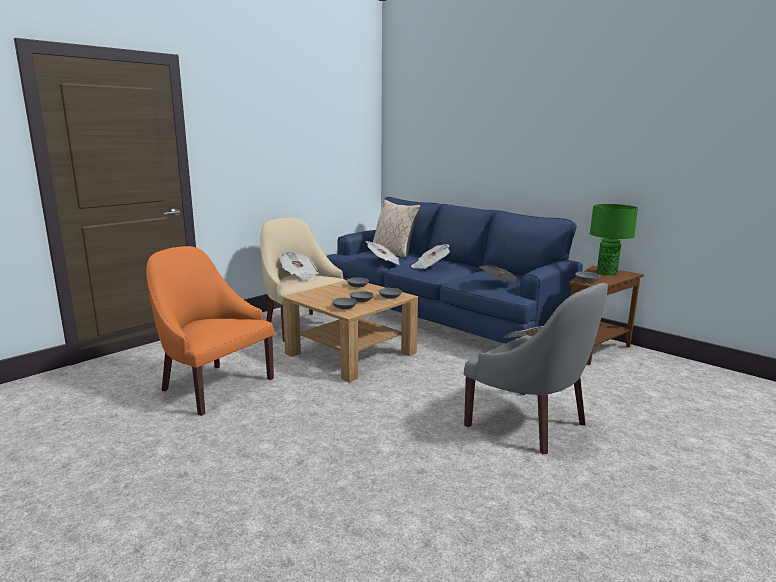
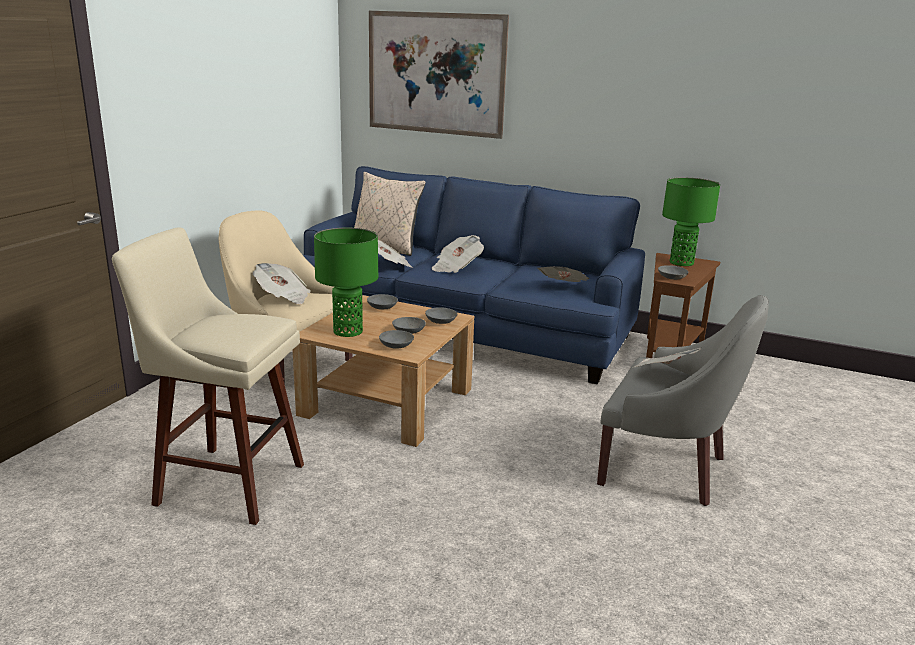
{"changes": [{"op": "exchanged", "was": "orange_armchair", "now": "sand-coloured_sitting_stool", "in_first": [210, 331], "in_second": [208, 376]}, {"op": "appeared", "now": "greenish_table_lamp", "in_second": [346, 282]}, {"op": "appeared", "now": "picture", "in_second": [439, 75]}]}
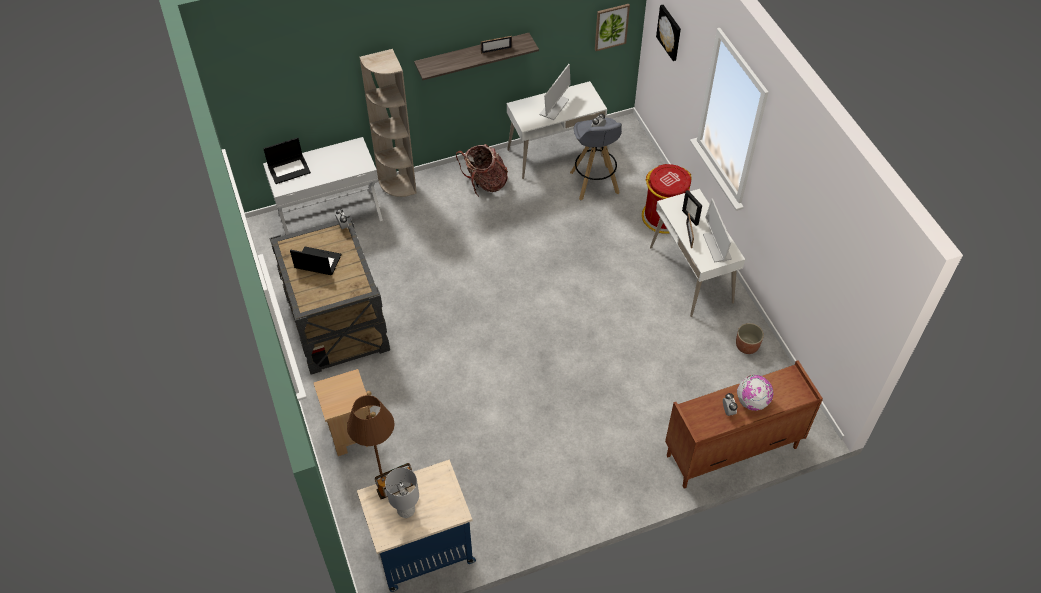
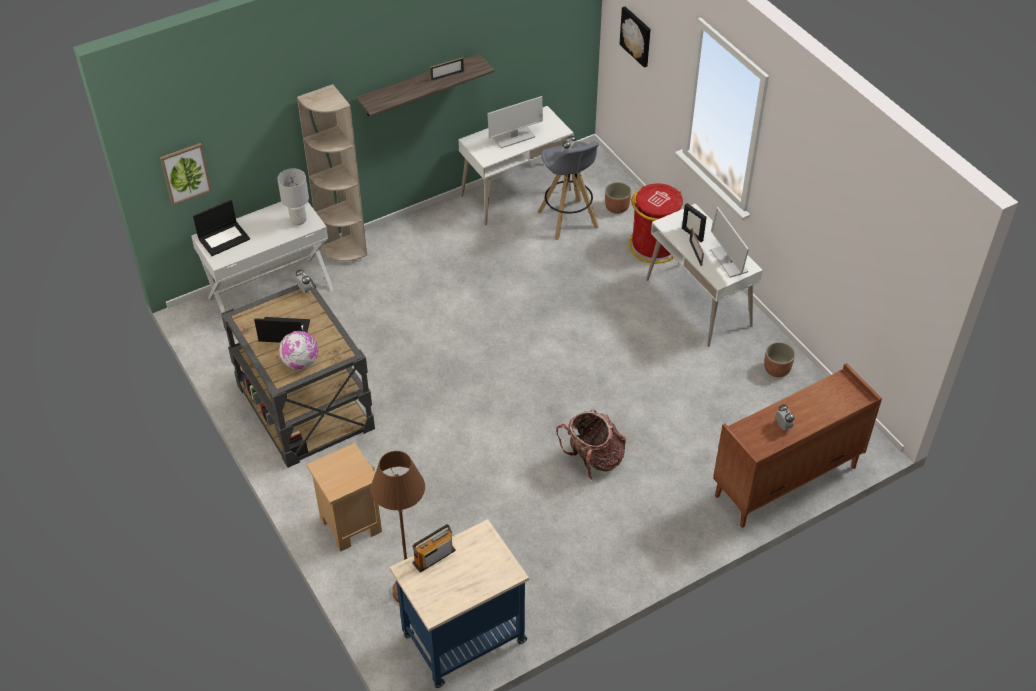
{"changes": [{"op": "relocated", "was": "picture", "in_first": [612, 27], "in_second": [186, 174]}, {"op": "relocated", "was": "greyish_table_lamp", "in_first": [402, 493], "in_second": [293, 197]}, {"op": "relocated", "was": "world_globe", "in_first": [755, 393], "in_second": [298, 350]}, {"op": "spun", "was": "computer_screen", "in_first": [555, 92], "in_second": [515, 122], "clockwise": 45}, {"op": "relocated", "was": "backpack", "in_first": [482, 170], "in_second": [591, 445]}, {"op": "appeared", "now": "flower_pot", "in_second": [618, 198]}]}
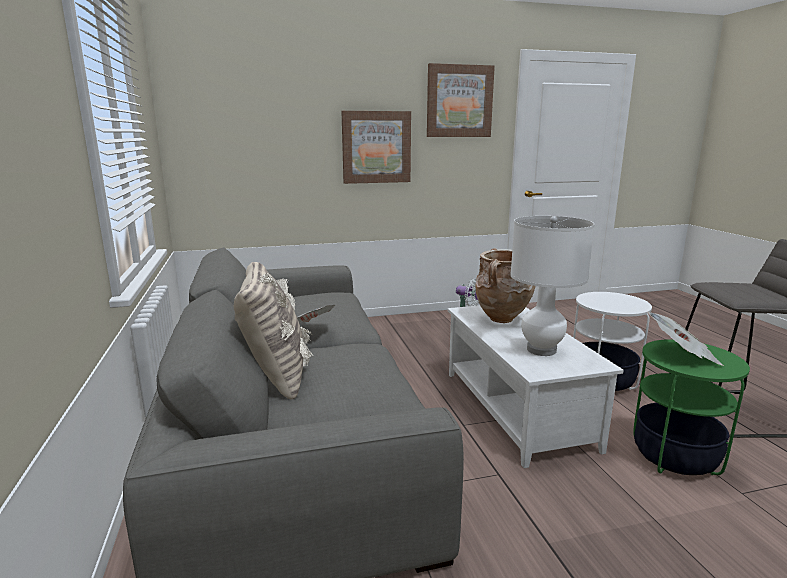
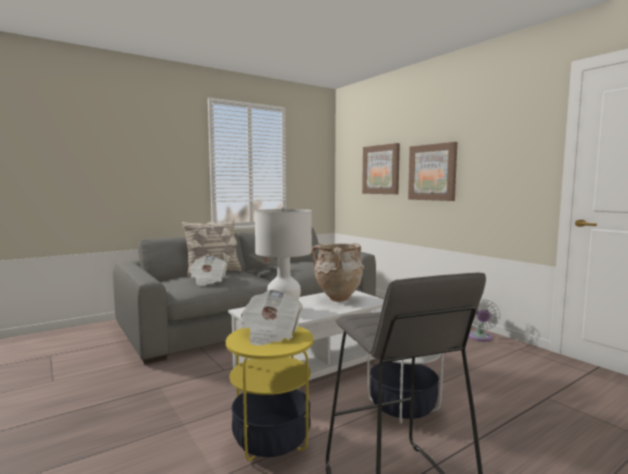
{"changes": [{"op": "appeared", "now": "newspaper", "in_second": [208, 270]}, {"op": "colour", "was": "greenish_end_table", "now": "yellow_end_table", "in_first": [691, 407], "in_second": [270, 393]}, {"op": "relocated", "was": "picture", "in_first": [461, 100], "in_second": [381, 168]}]}
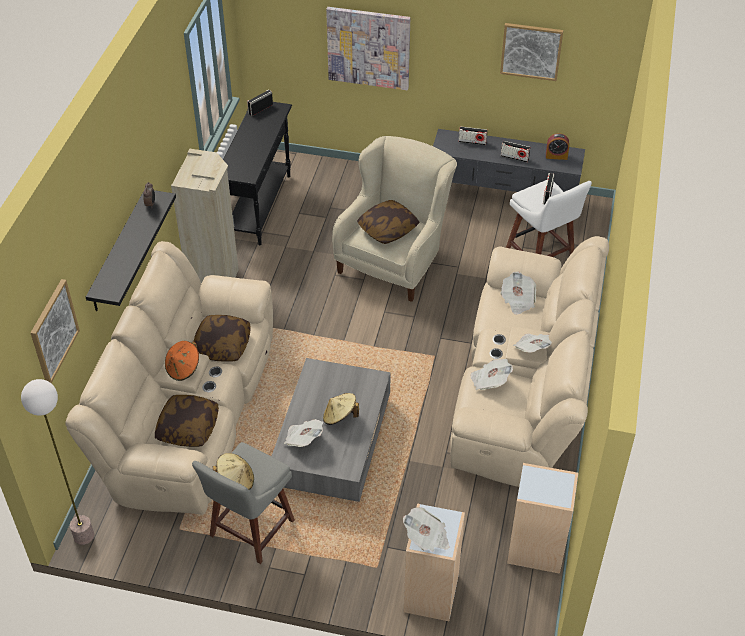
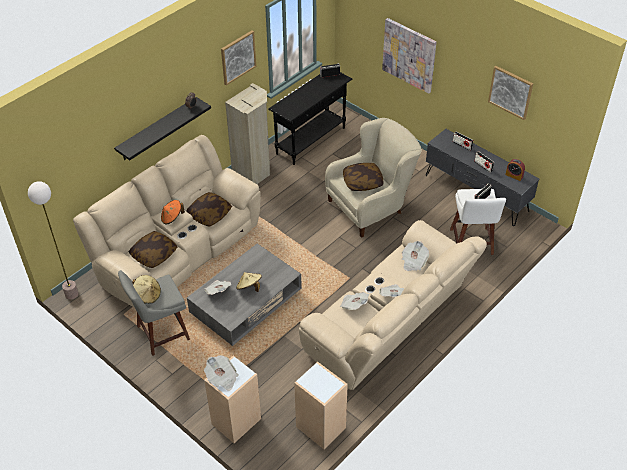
{"changes": [{"op": "relocated", "was": "picture", "in_first": [55, 331], "in_second": [238, 57]}]}
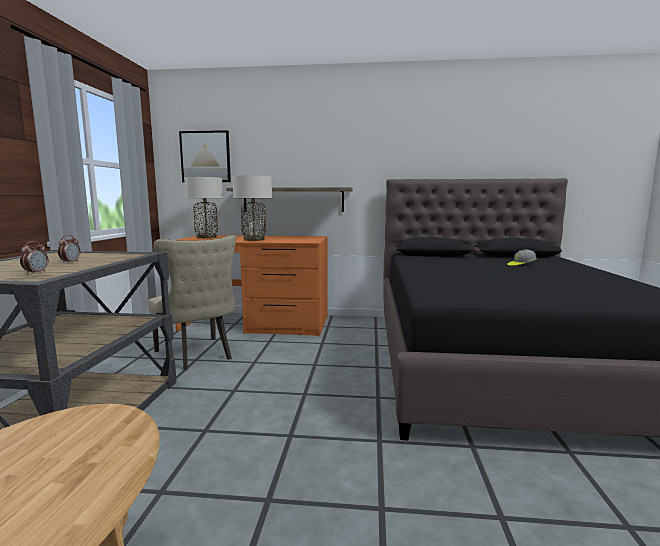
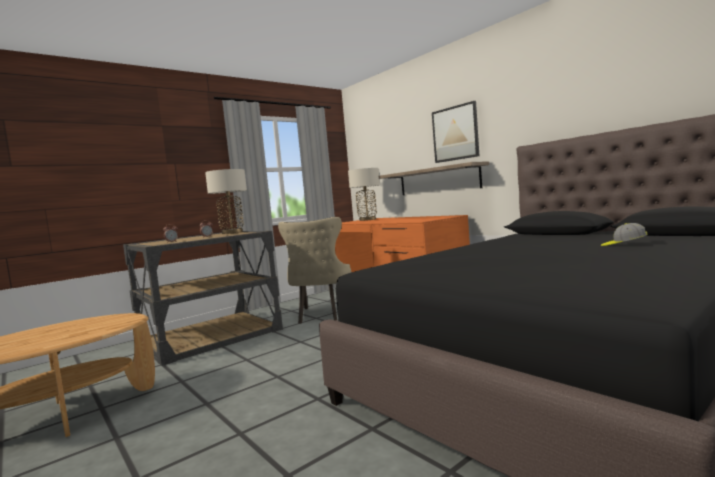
{"changes": [{"op": "relocated", "was": "table_lamp", "in_first": [252, 208], "in_second": [226, 201]}, {"op": "relocated", "was": "picture", "in_first": [205, 156], "in_second": [455, 132]}]}
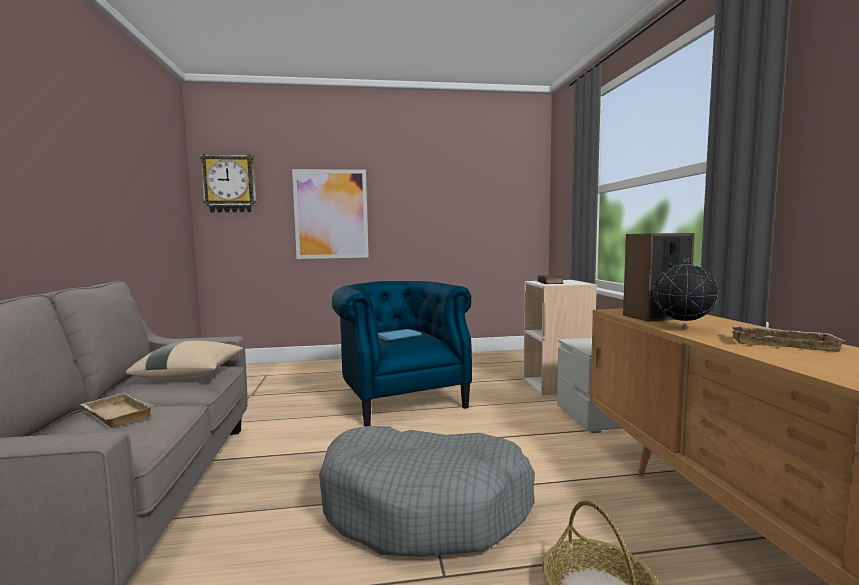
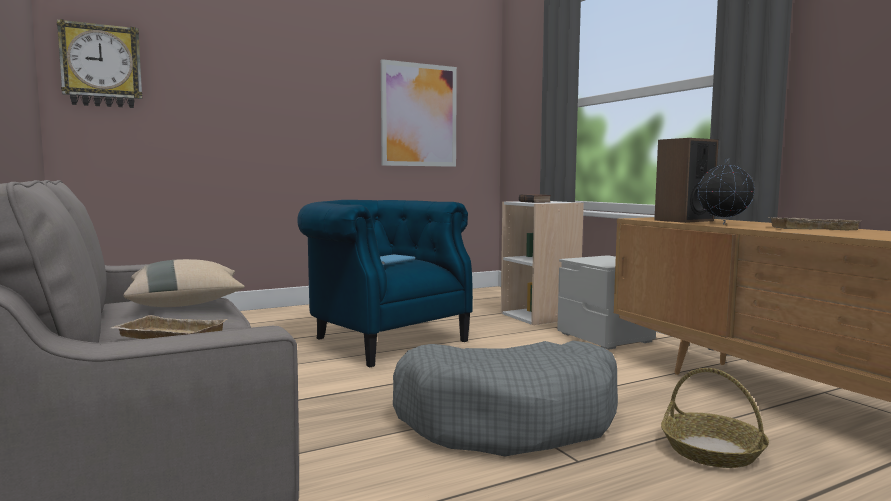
{"changes": [{"op": "relocated", "was": "picture", "in_first": [330, 214], "in_second": [419, 113]}]}
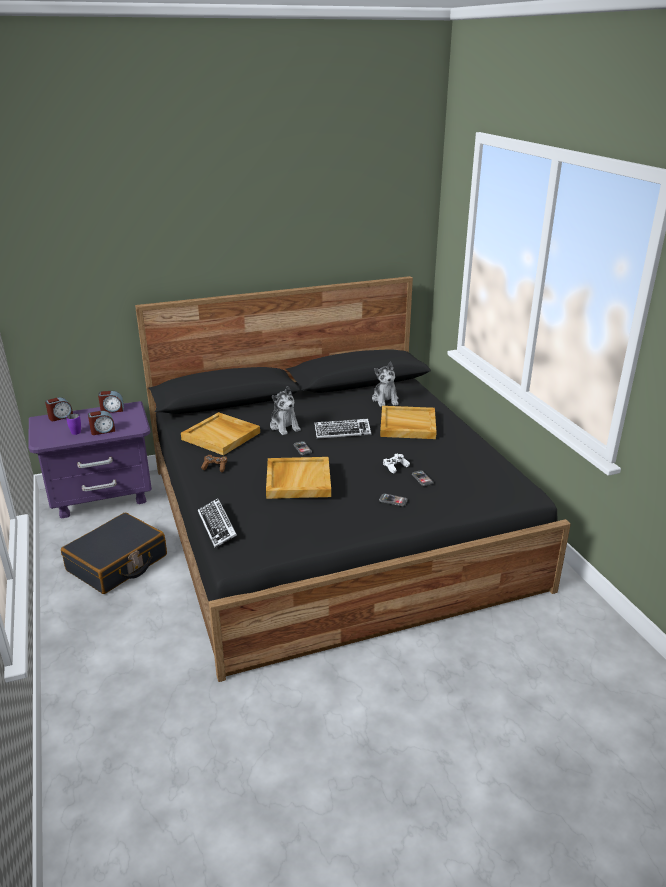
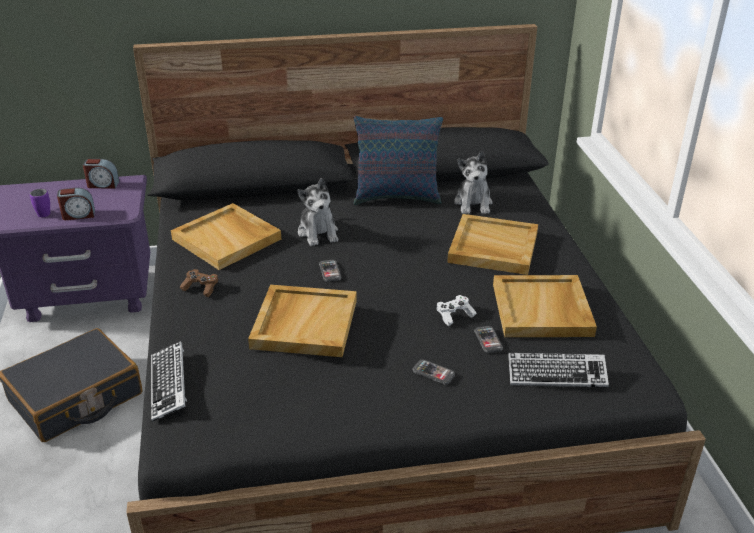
{"changes": [{"op": "appeared", "now": "bluish_pillow", "in_second": [398, 160]}, {"op": "appeared", "now": "sand-coloured_serving_tray", "in_second": [545, 306]}, {"op": "relocated", "was": "computer_keyboard", "in_first": [342, 429], "in_second": [558, 370]}, {"op": "missing", "was": "alarm_clock", "in_first": [59, 409]}]}
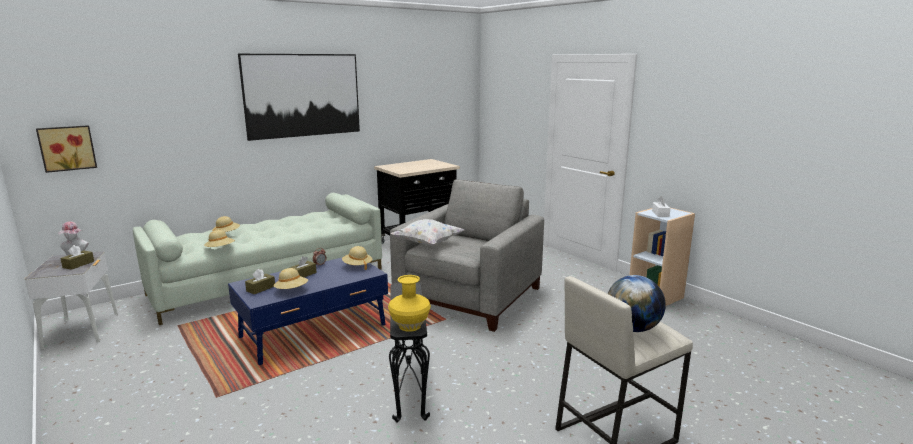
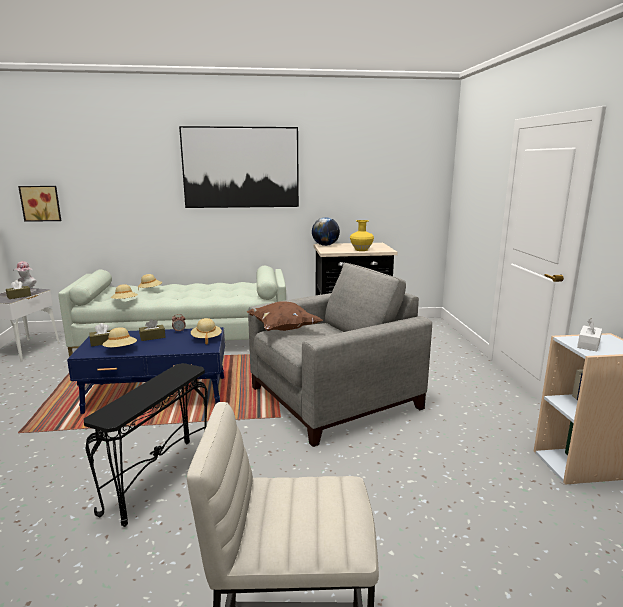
{"changes": [{"op": "colour", "was": "white-coloured_pillow", "now": "brown_pillow", "in_first": [427, 232], "in_second": [285, 316]}, {"op": "relocated", "was": "world_globe", "in_first": [637, 303], "in_second": [326, 231]}, {"op": "relocated", "was": "yellow_flower_vase", "in_first": [409, 303], "in_second": [362, 235]}]}
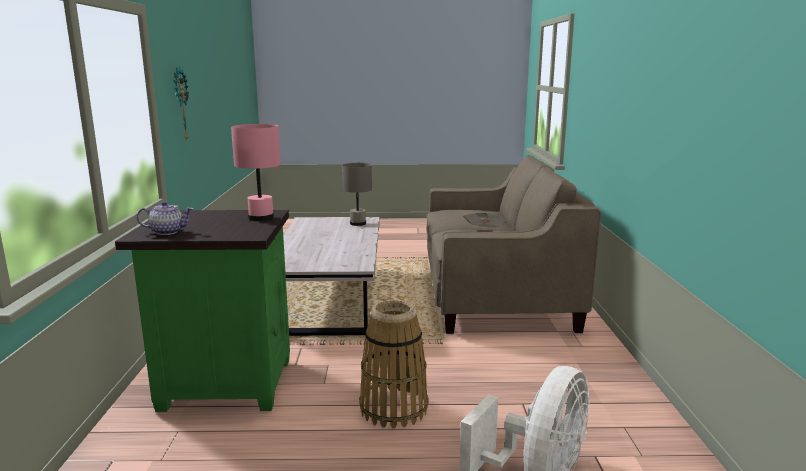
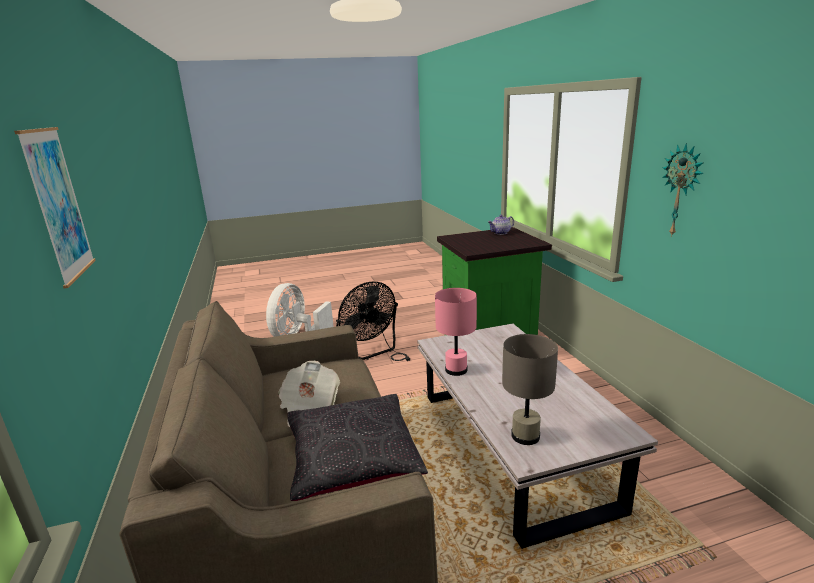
{"changes": [{"op": "appeared", "now": "picture", "in_second": [55, 207]}, {"op": "appeared", "now": "black-coloured_pillow", "in_second": [357, 447]}, {"op": "exchanged", "was": "basket", "now": "black-coloured_fan", "in_first": [393, 364], "in_second": [373, 321]}, {"op": "relocated", "was": "pinkish_table_lamp", "in_first": [256, 172], "in_second": [456, 332]}]}
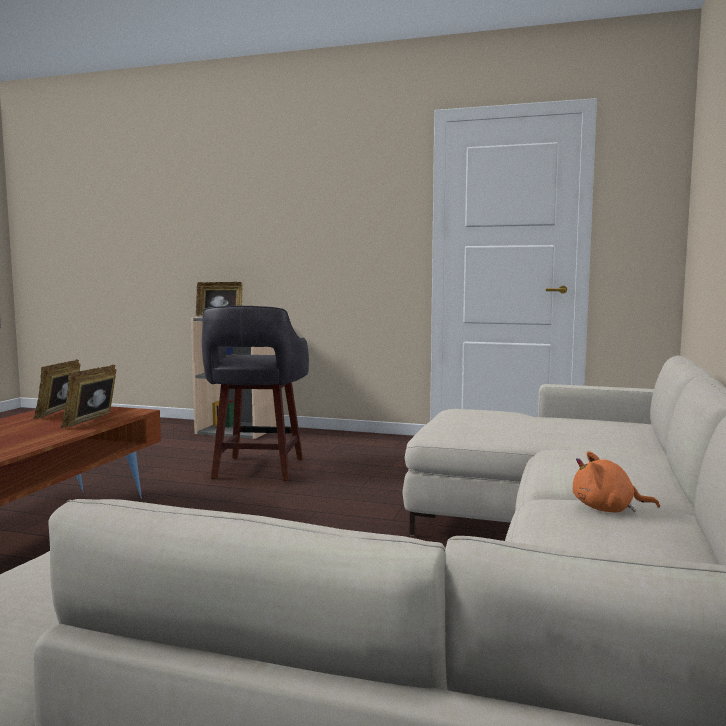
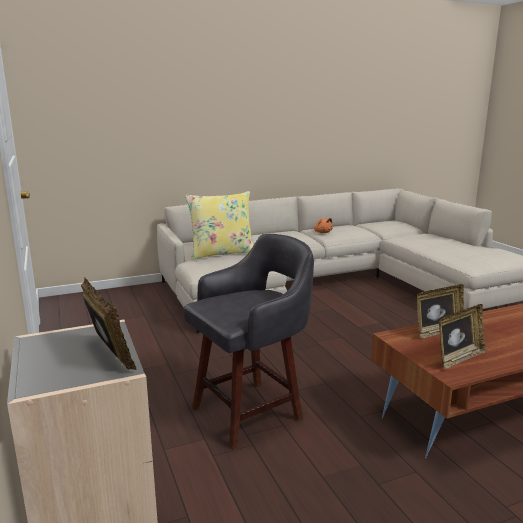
{"changes": [{"op": "appeared", "now": "yellow_pillow", "in_second": [219, 225]}]}
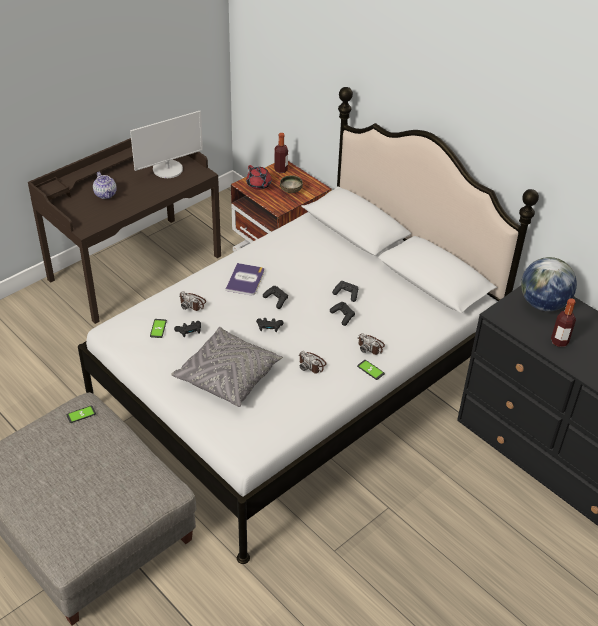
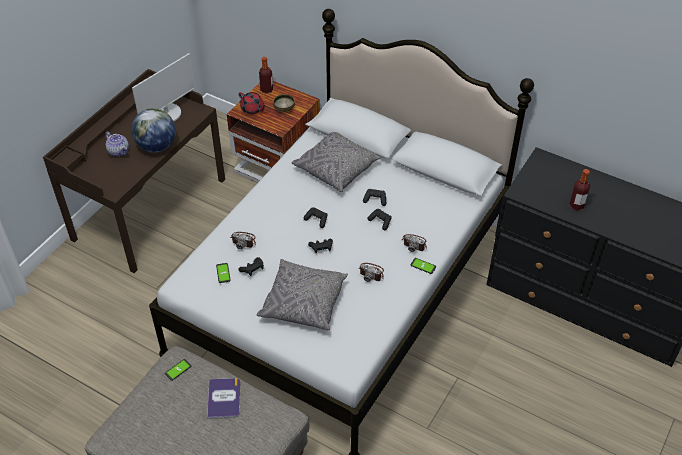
{"changes": [{"op": "relocated", "was": "world_globe", "in_first": [549, 284], "in_second": [153, 130]}, {"op": "relocated", "was": "volume", "in_first": [244, 279], "in_second": [223, 398]}, {"op": "appeared", "now": "greyish_pillow", "in_second": [336, 162]}]}
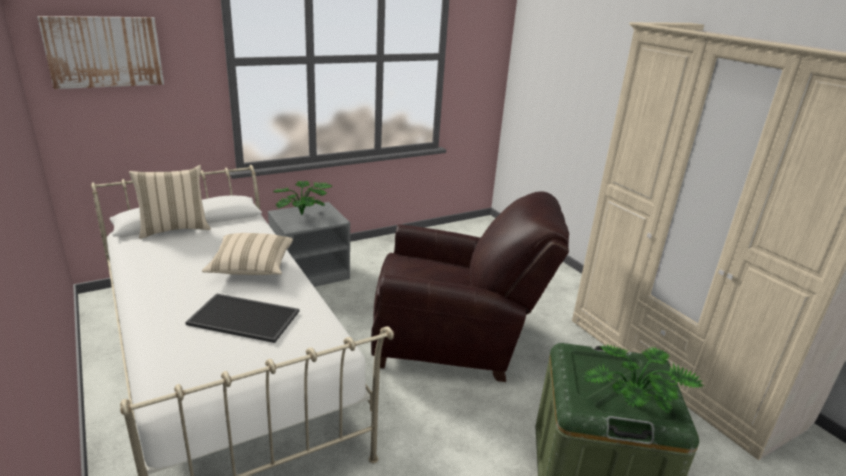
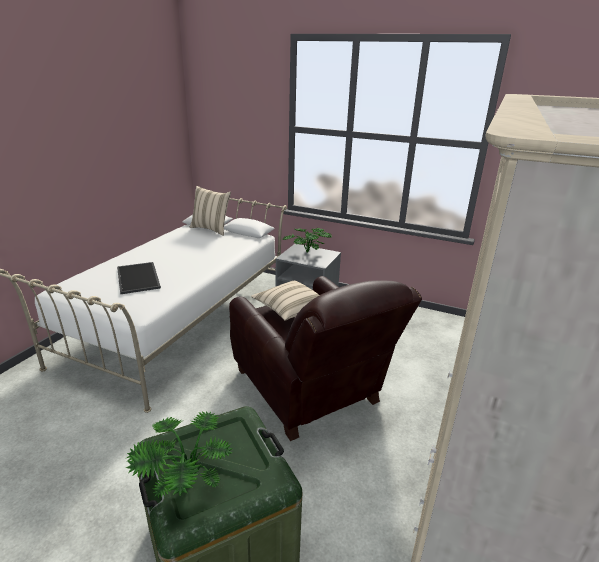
{"changes": [{"op": "relocated", "was": "sand-coloured_pillow", "in_first": [247, 254], "in_second": [285, 301]}, {"op": "missing", "was": "picture", "in_first": [100, 52]}]}
